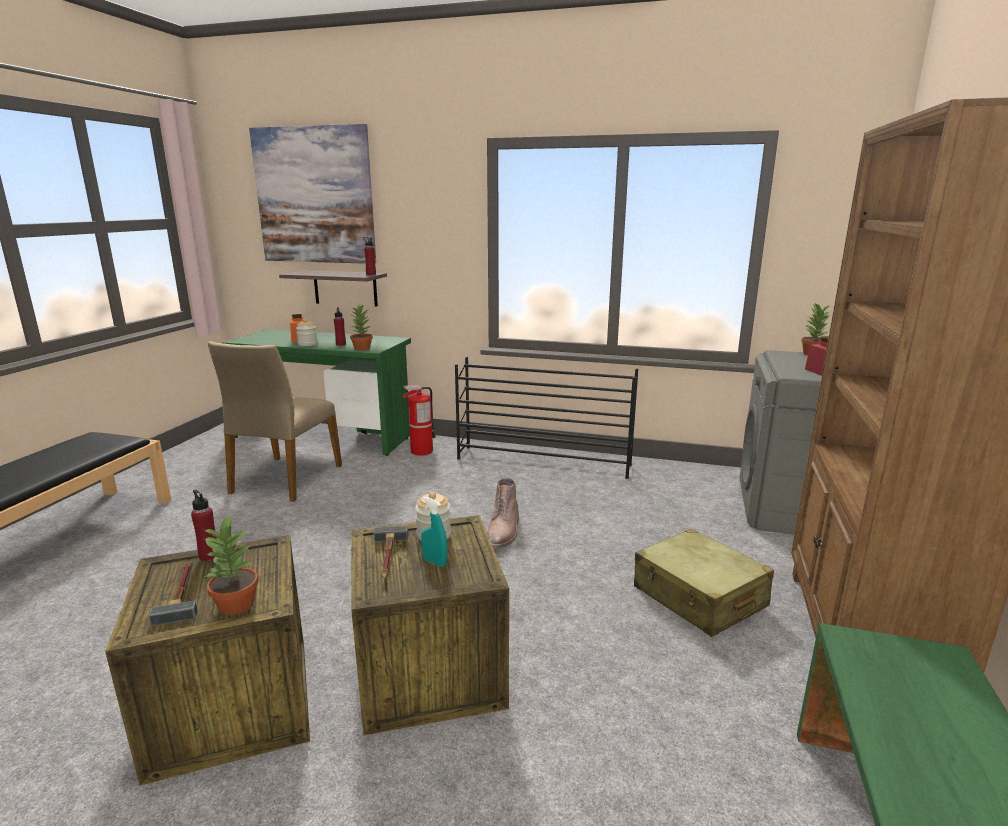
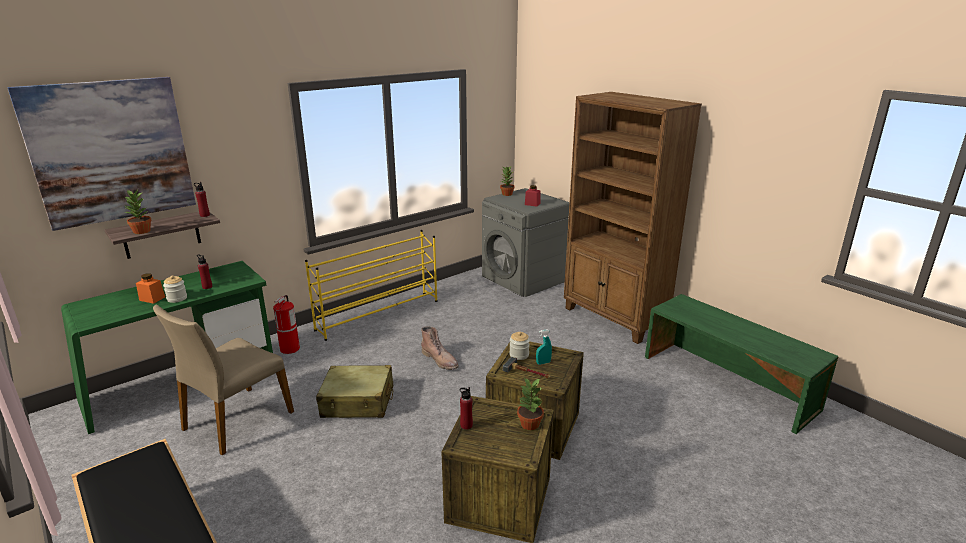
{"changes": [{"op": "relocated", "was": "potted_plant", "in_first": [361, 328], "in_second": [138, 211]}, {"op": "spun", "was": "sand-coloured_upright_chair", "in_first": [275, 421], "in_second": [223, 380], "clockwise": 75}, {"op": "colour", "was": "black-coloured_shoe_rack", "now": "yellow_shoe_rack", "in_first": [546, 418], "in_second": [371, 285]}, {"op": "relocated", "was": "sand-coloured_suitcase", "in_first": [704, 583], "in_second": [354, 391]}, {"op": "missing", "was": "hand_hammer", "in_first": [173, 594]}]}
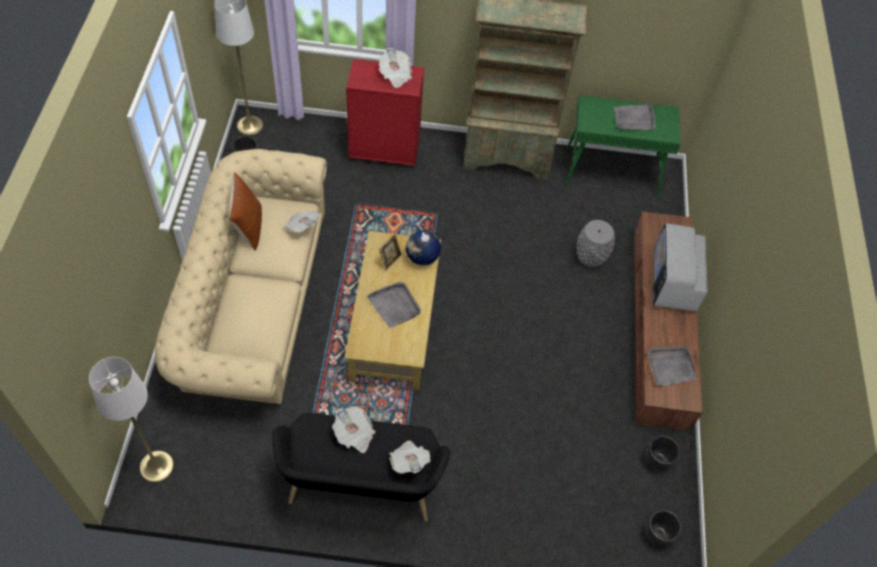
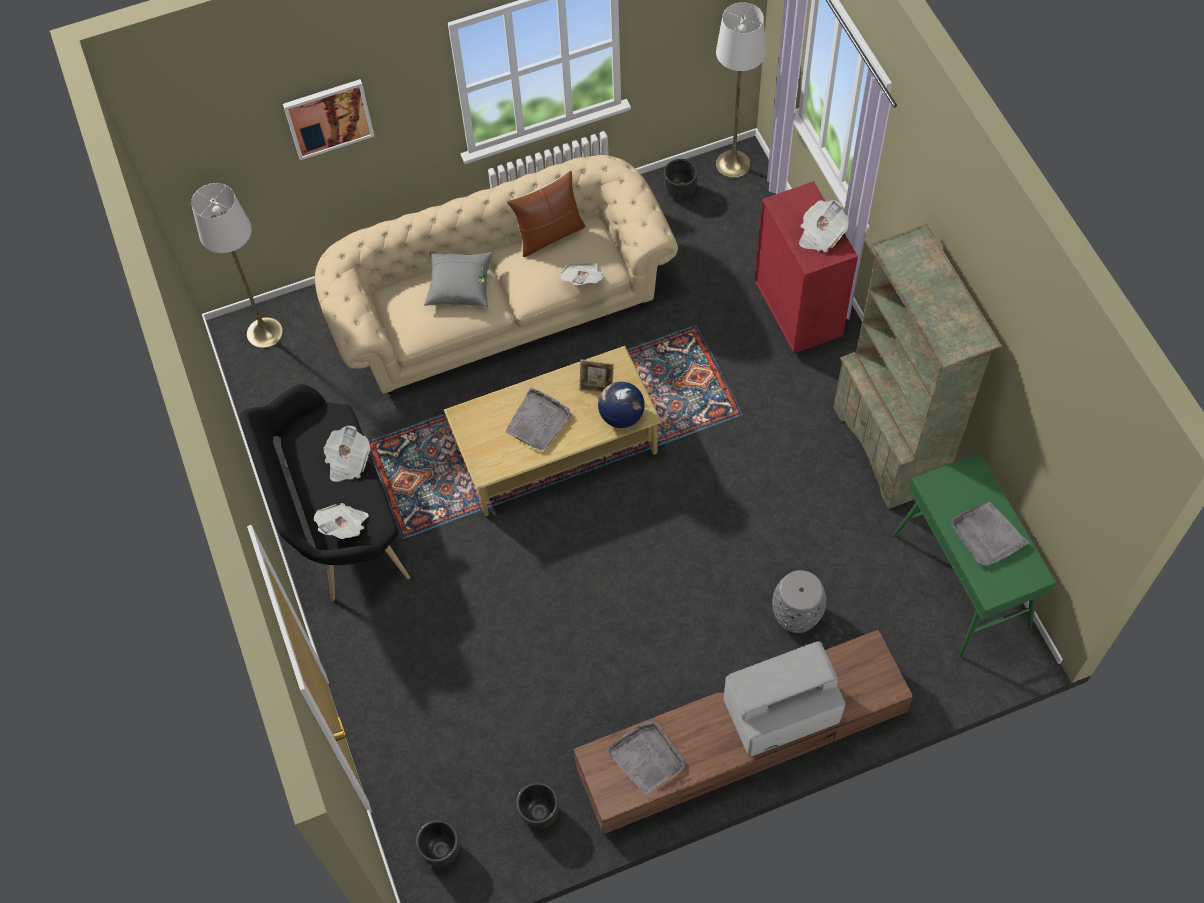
{"changes": [{"op": "appeared", "now": "picture", "in_second": [328, 119]}, {"op": "appeared", "now": "greyish_pillow", "in_second": [458, 279]}]}
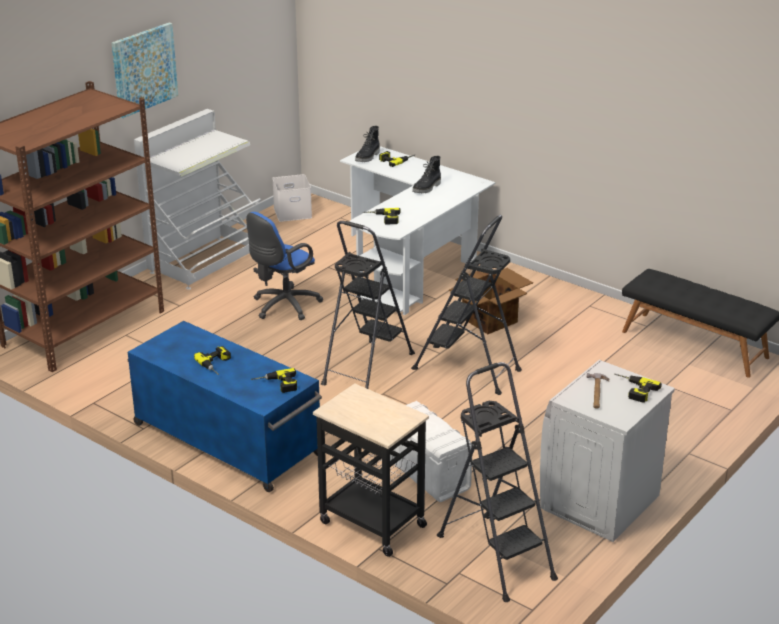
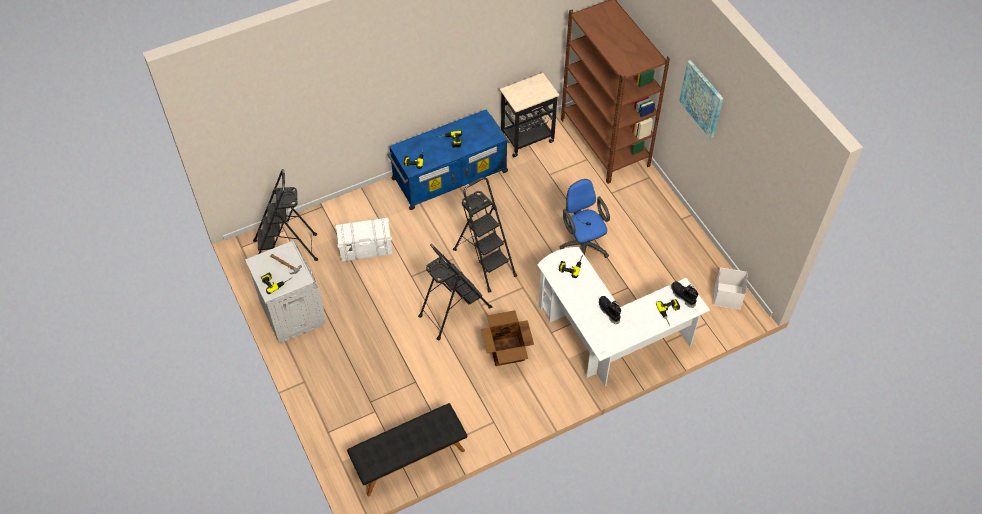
{"changes": [{"op": "relocated", "was": "cart", "in_first": [371, 470], "in_second": [529, 115]}, {"op": "missing", "was": "white-coloured_shoe_rack", "in_first": [197, 199]}]}
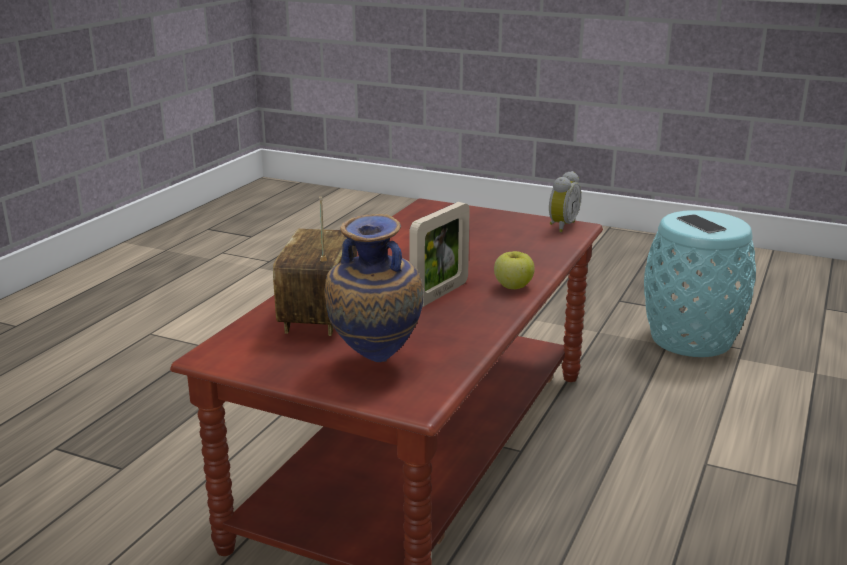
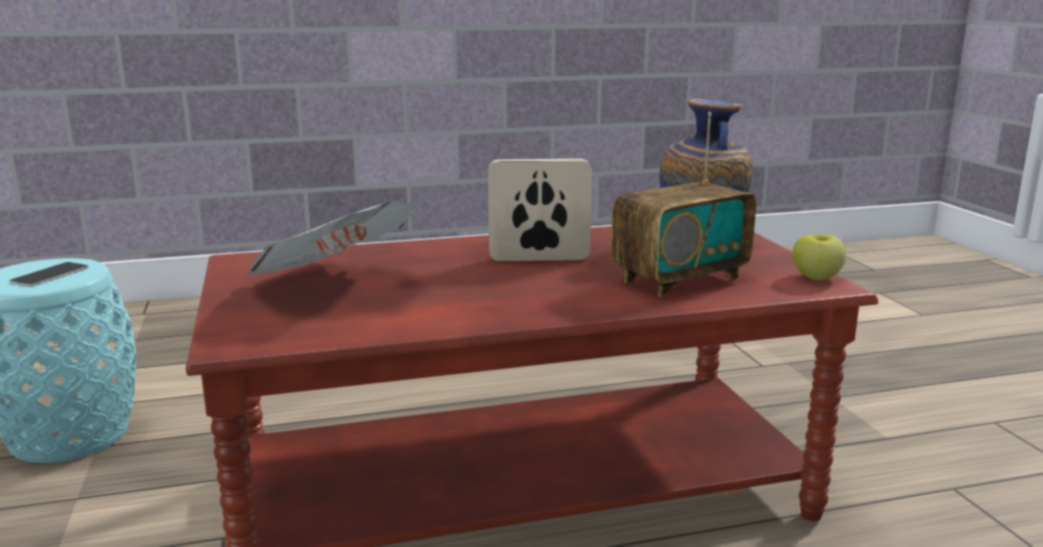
{"changes": [{"op": "appeared", "now": "newspaper", "in_second": [332, 238]}, {"op": "relocated", "was": "apple", "in_first": [514, 270], "in_second": [819, 257]}, {"op": "missing", "was": "alarm_clock", "in_first": [565, 201]}]}
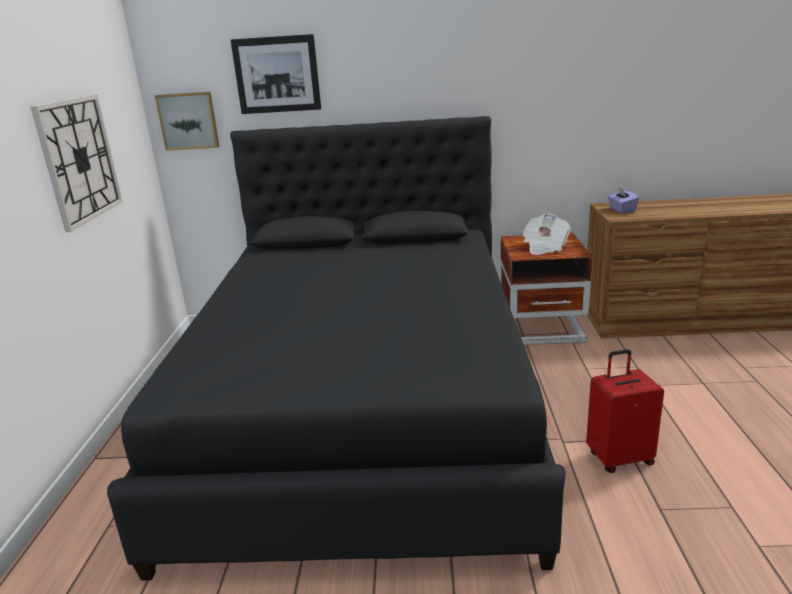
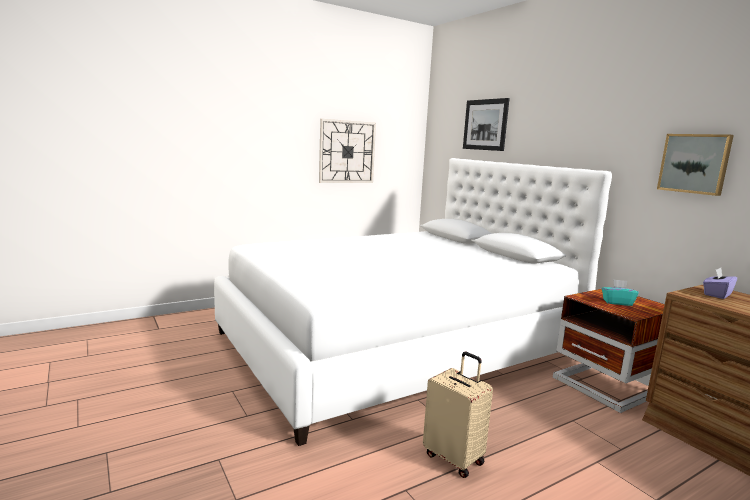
{"changes": [{"op": "colour", "was": "black-coloured_bedroom_bed", "now": "white-coloured_bedroom_bed", "in_first": [336, 348], "in_second": [413, 302]}, {"op": "colour", "was": "reddish_suitcase", "now": "sand-coloured_suitcase", "in_first": [625, 411], "in_second": [458, 415]}, {"op": "exchanged", "was": "newspaper", "now": "blue-green_box_of_tissues", "in_first": [546, 234], "in_second": [620, 293]}, {"op": "relocated", "was": "picture", "in_first": [187, 121], "in_second": [695, 165]}]}
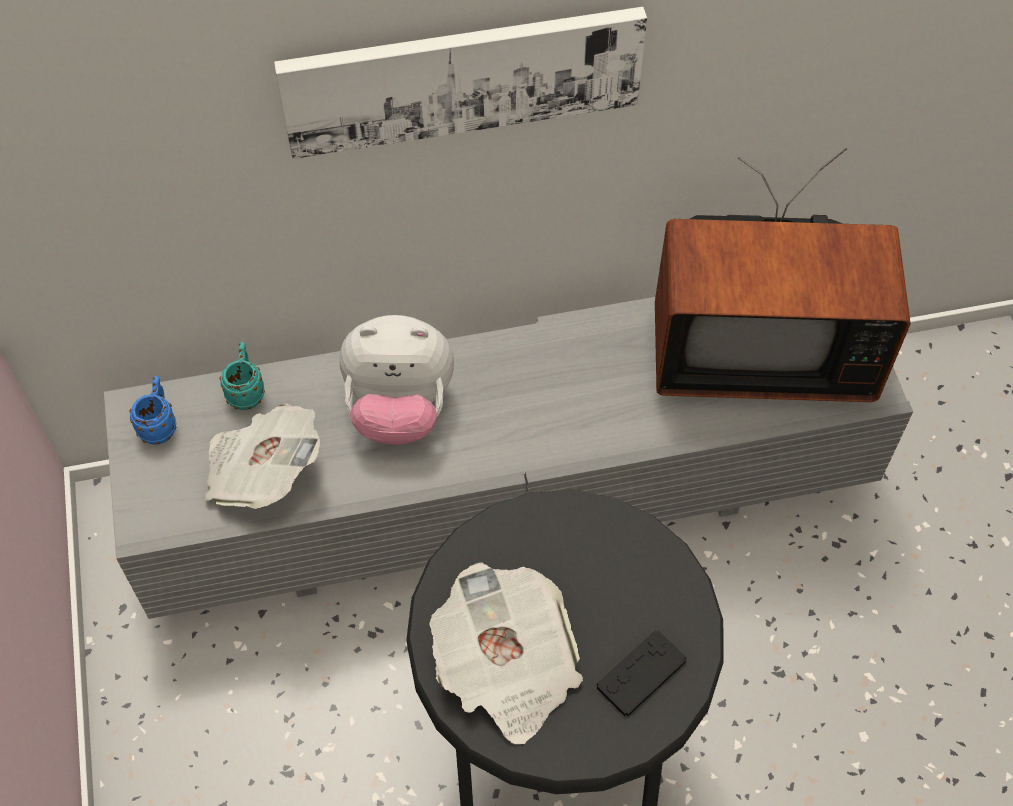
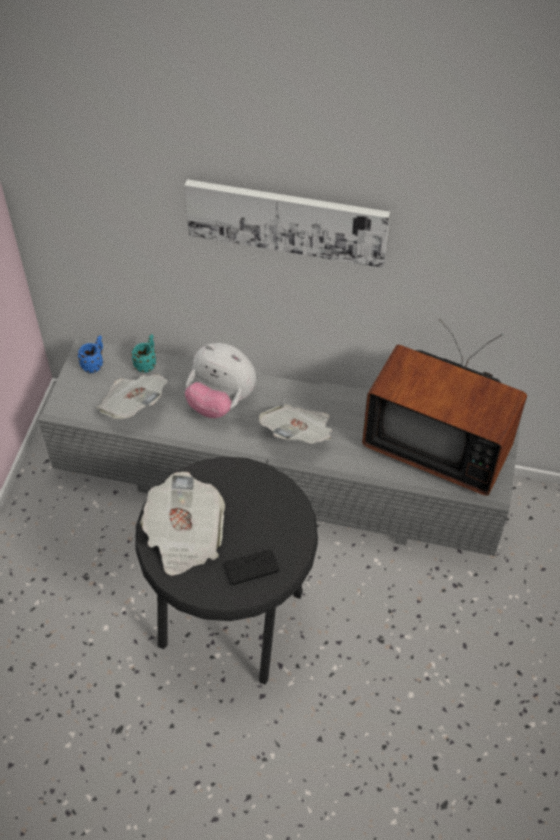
{"changes": [{"op": "appeared", "now": "newspaper", "in_second": [295, 424]}]}
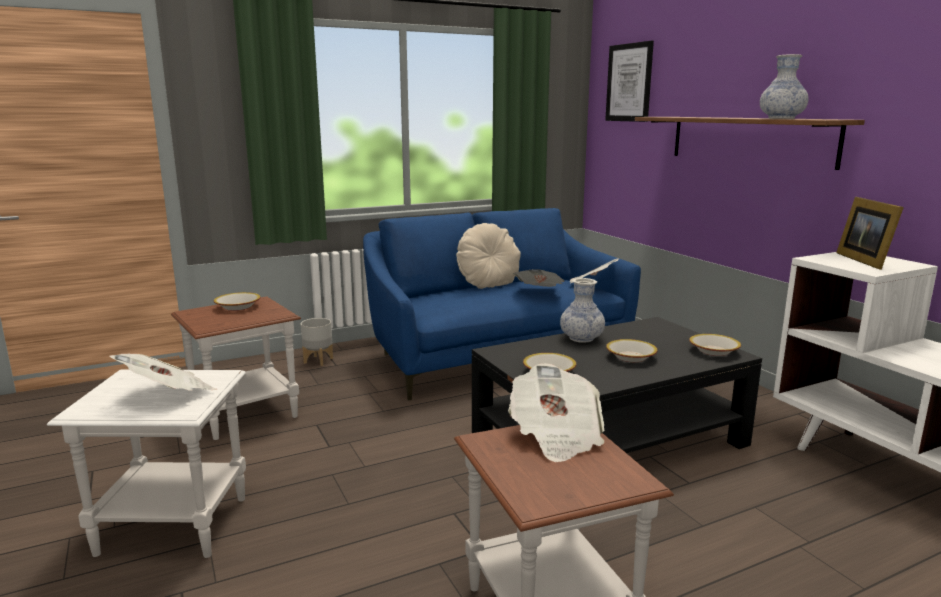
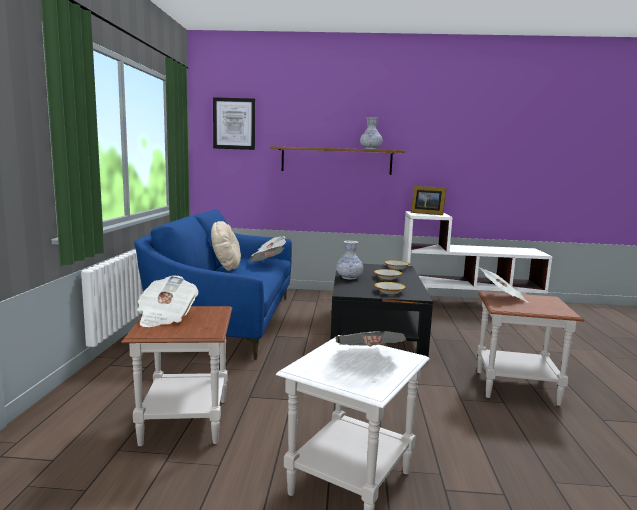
{"changes": [{"op": "exchanged", "was": "bowl", "now": "newspaper", "in_first": [237, 301], "in_second": [167, 301]}, {"op": "missing", "was": "greyish_flower_pot", "in_first": [317, 342]}]}
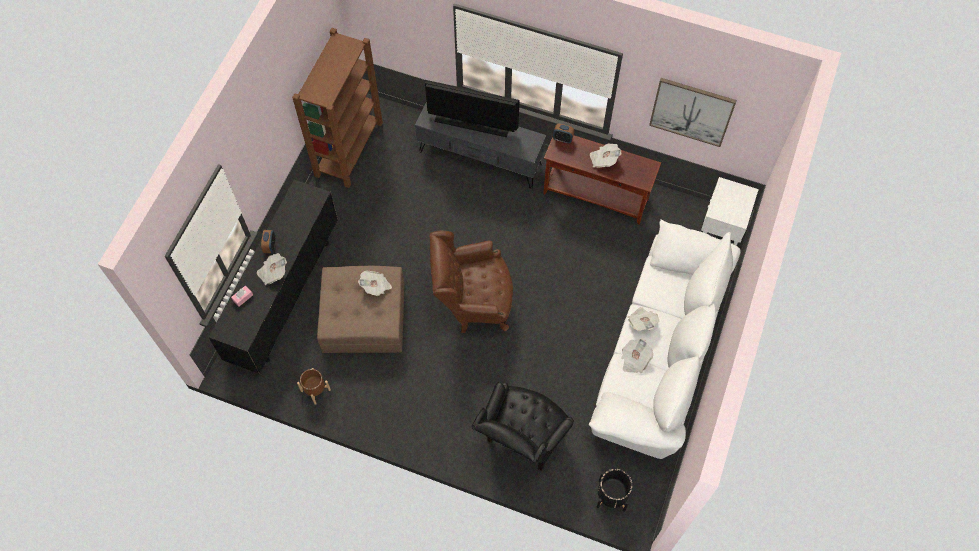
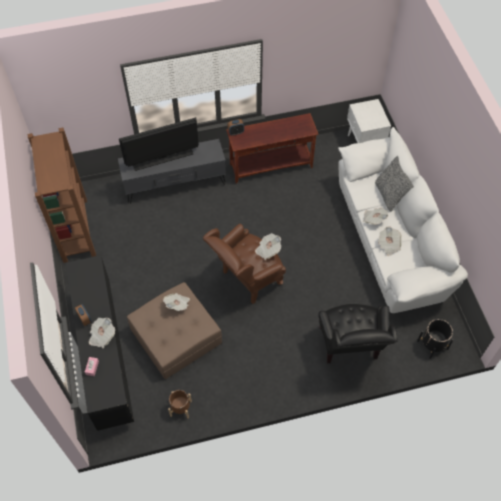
{"changes": [{"op": "relocated", "was": "newspaper", "in_first": [605, 156], "in_second": [268, 246]}, {"op": "appeared", "now": "greyish_pillow", "in_second": [394, 184]}, {"op": "missing", "was": "picture", "in_first": [693, 112]}]}
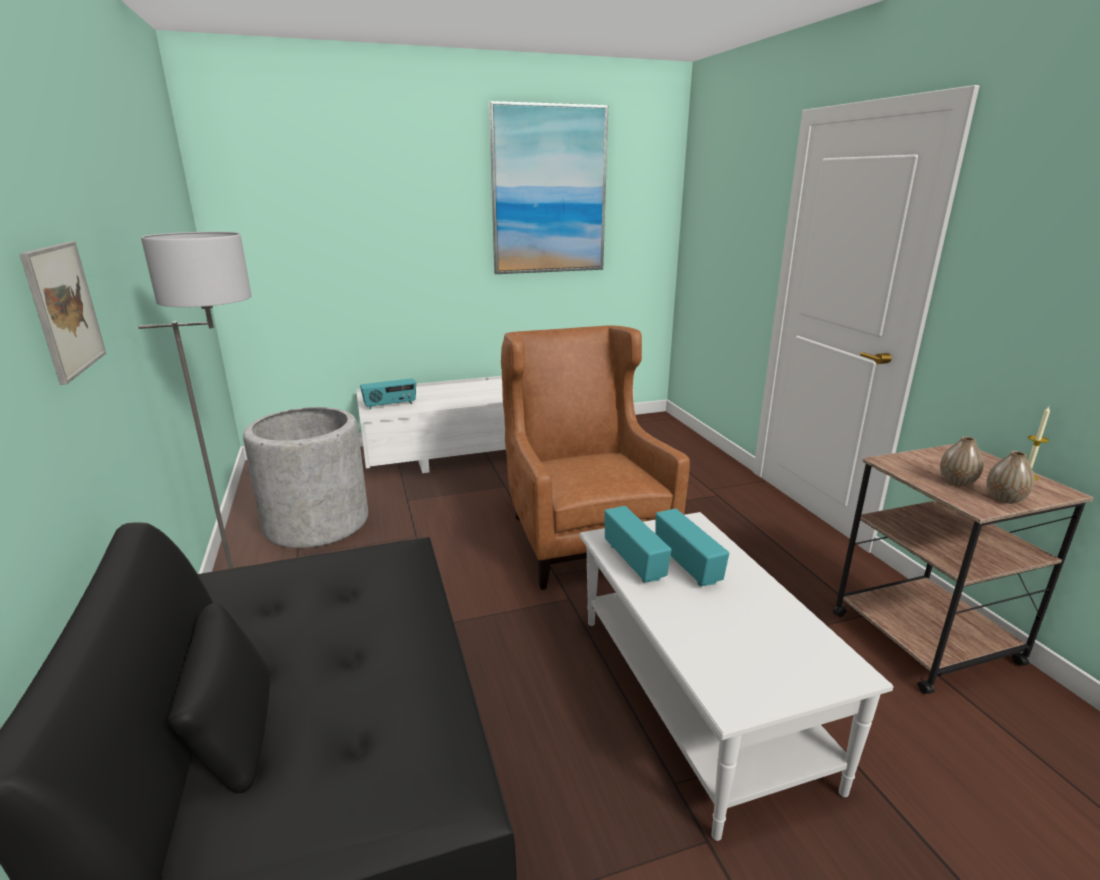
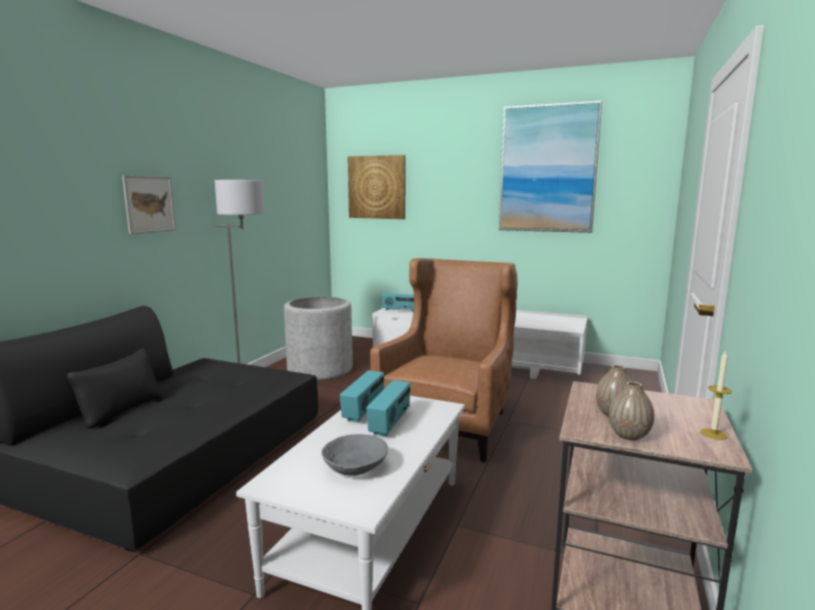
{"changes": [{"op": "appeared", "now": "greyish_bowl", "in_second": [354, 455]}, {"op": "appeared", "now": "picture", "in_second": [377, 187]}]}
